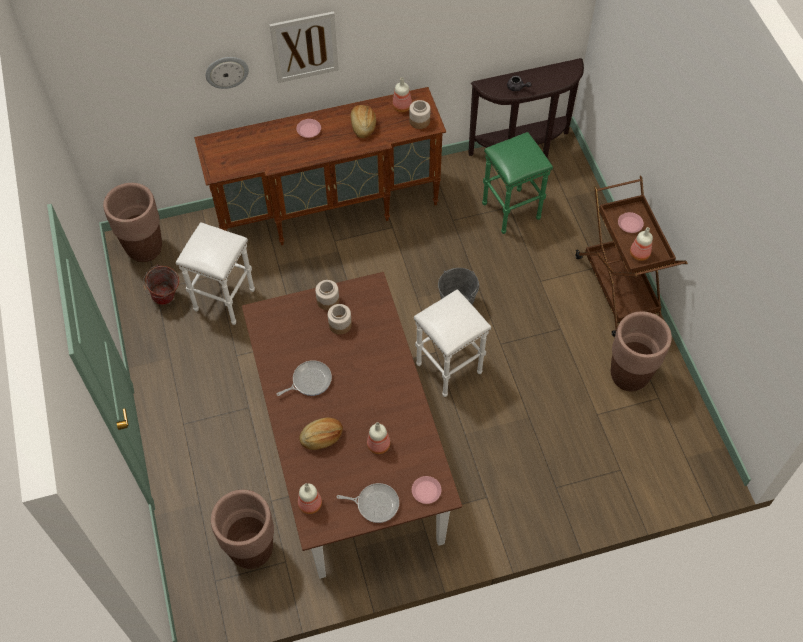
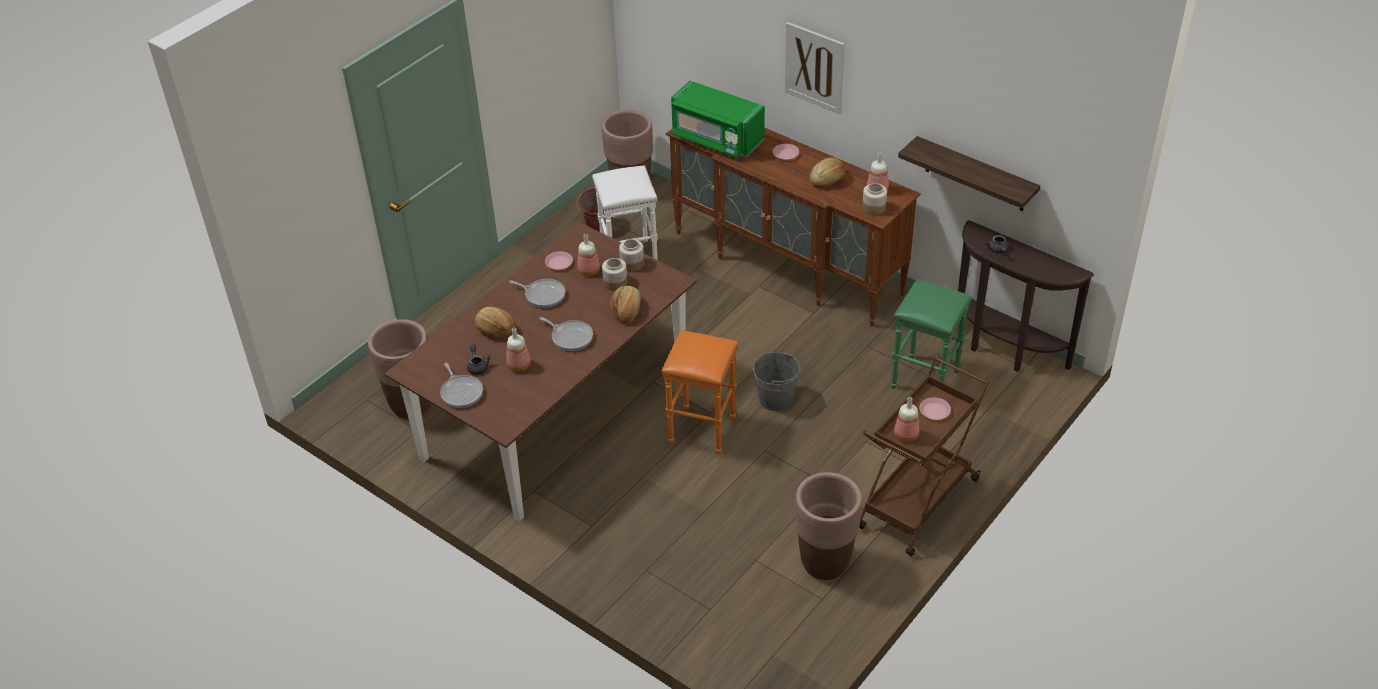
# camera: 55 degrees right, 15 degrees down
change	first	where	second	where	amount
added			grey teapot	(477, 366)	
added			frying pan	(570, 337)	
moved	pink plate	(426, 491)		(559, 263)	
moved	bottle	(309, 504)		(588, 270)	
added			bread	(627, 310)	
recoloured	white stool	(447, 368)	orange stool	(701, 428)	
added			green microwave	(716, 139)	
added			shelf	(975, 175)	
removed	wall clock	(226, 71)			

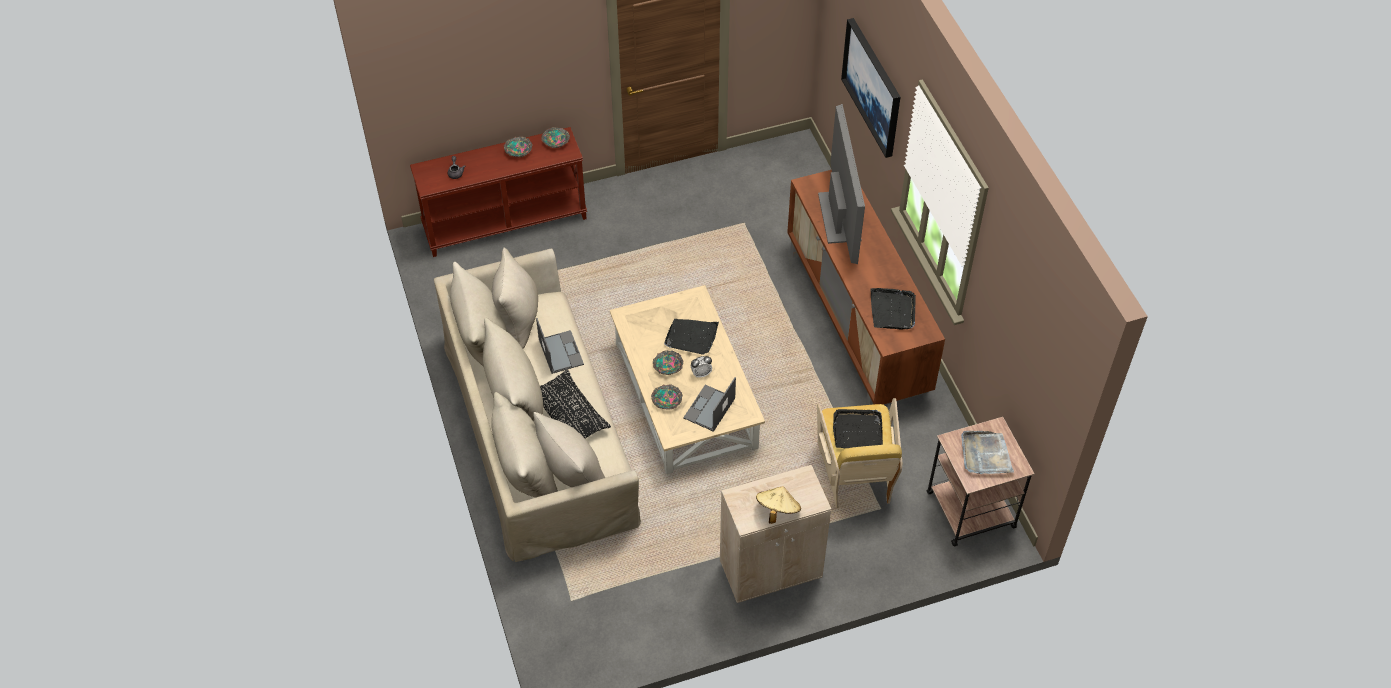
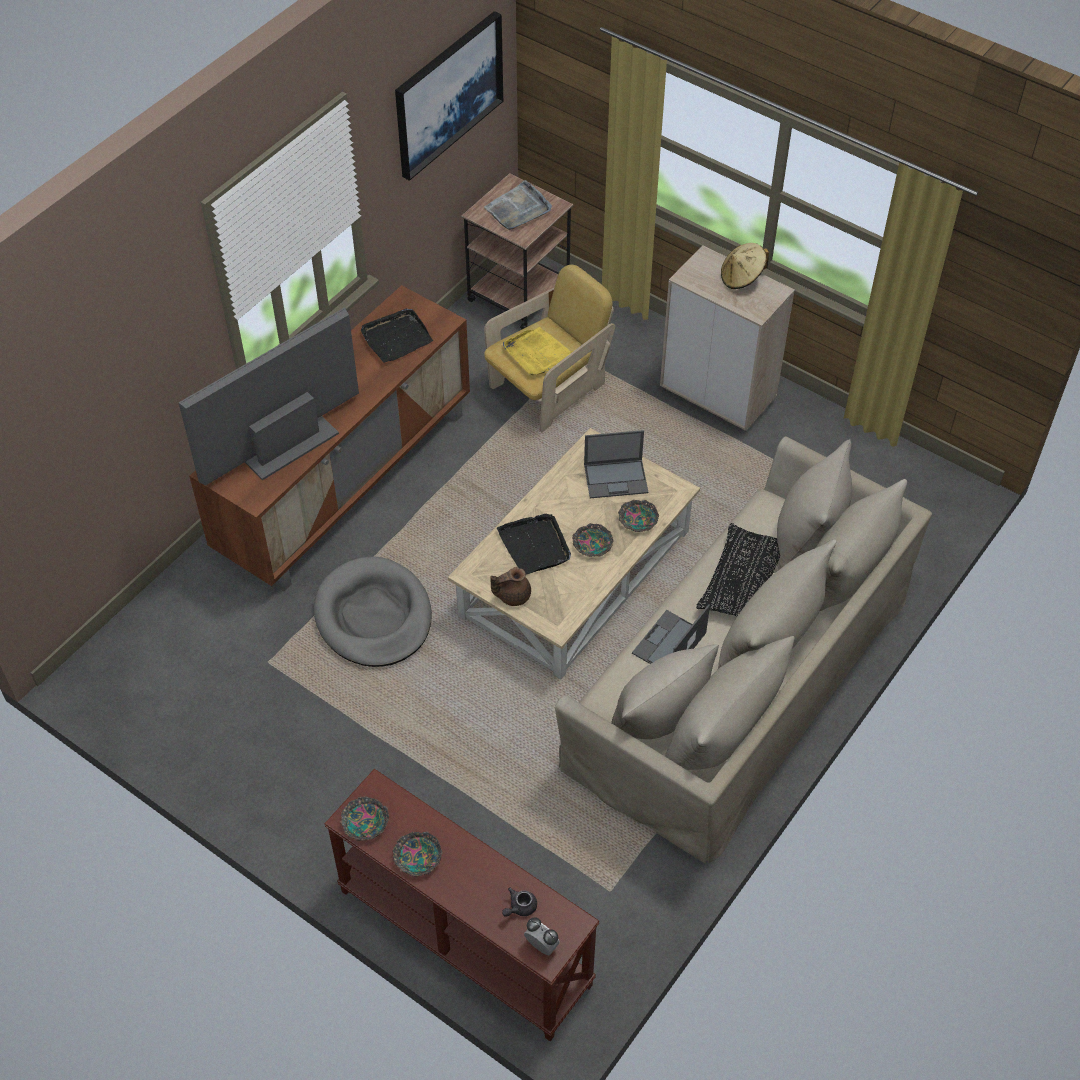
# camera: 125 degrees left, 0 degrees up
change	first	where	second	where	amount
added			grey dog bed	(373, 616)	
moved	picture	(873, 87)		(448, 94)	
added			brown teapot	(512, 595)	
recoloured	black tray	(857, 430)	yellow tray	(537, 353)	
moved	alarm clock	(701, 373)		(541, 945)	

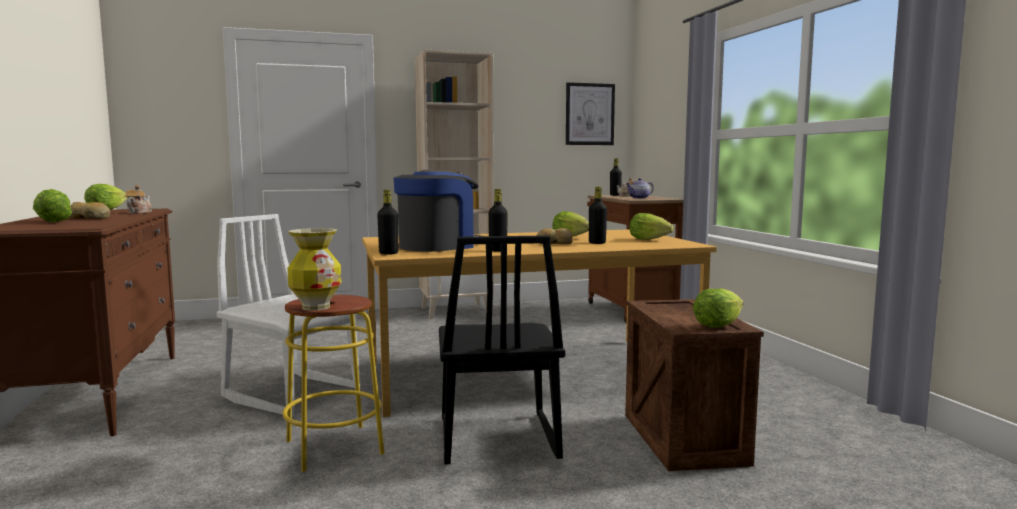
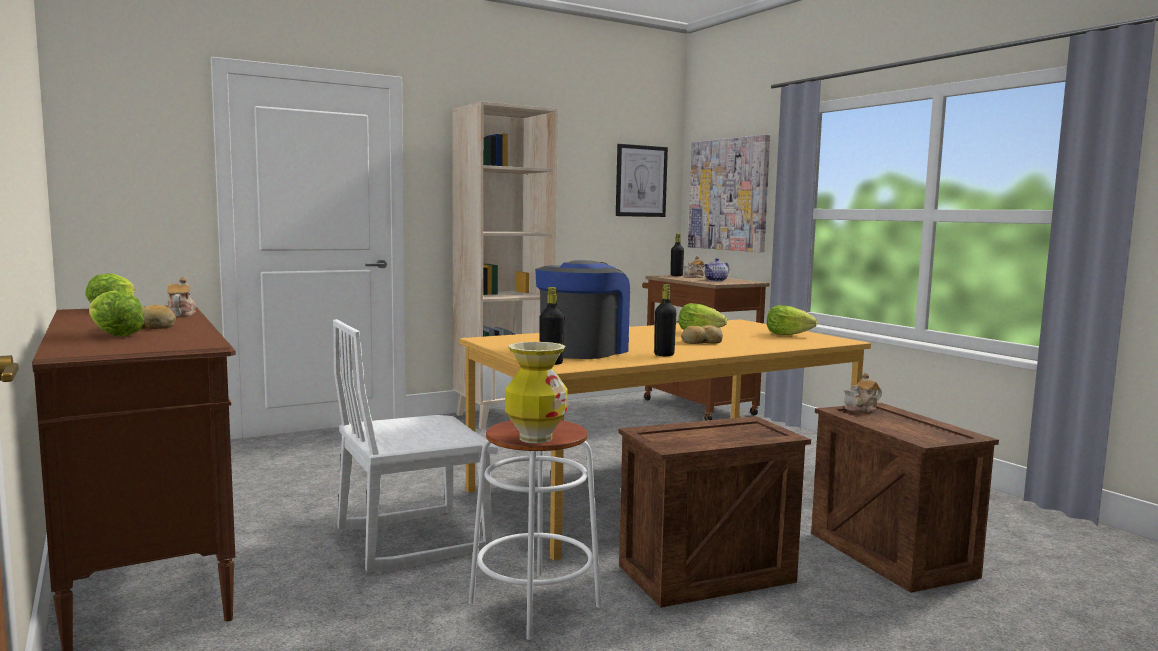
# camera: 15 degrees left, 0 degrees up
change	first	where	second	where	amount
turned	white chair	(293, 393)		(412, 540)	45 degrees counterclockwise
recoloured	yellow stool	(334, 447)	white stool	(534, 604)	
replaced	black chair	(495, 439)	crate	(706, 575)	
added			picture	(729, 194)	
added			teapot	(862, 409)	
removed	black bottle	(597, 243)			
removed	lettuce	(717, 325)			

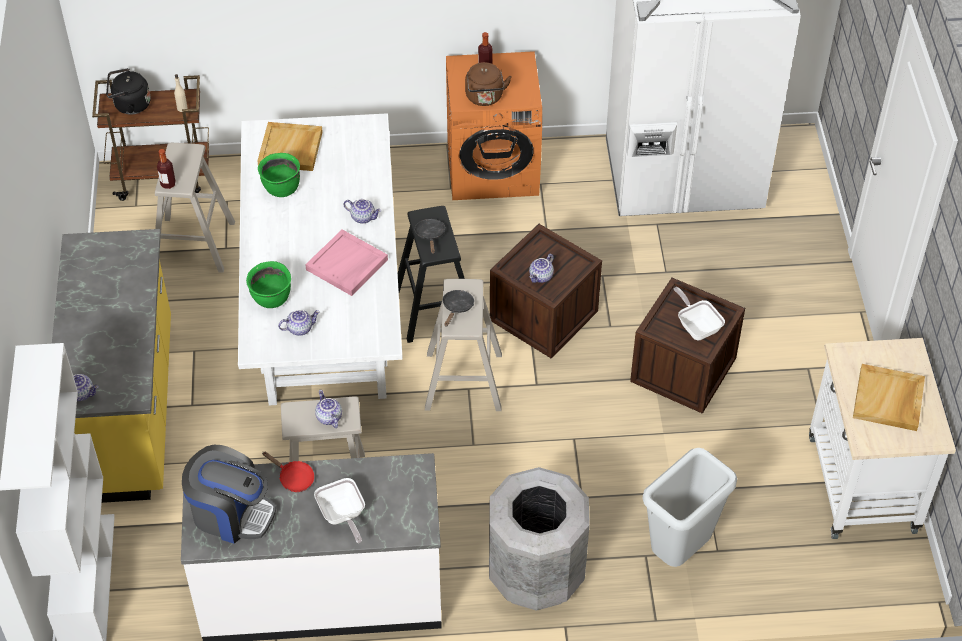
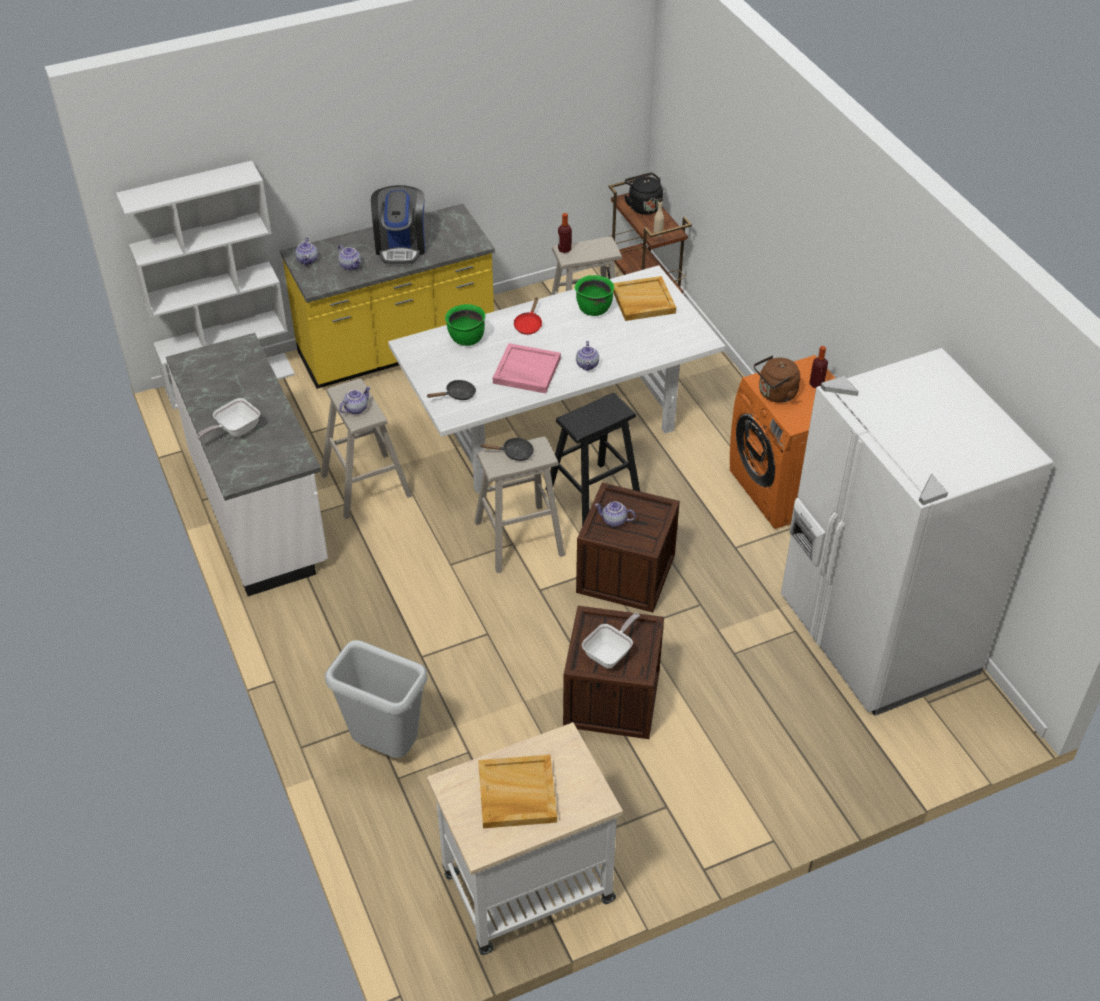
# camera: 70 degrees right, 5 degrees down
change	first	where	second	where	amount
moved	teapot	(300, 328)		(351, 265)	
moved	coffee machine	(231, 513)		(401, 246)	
moved	black frying pan	(430, 235)		(457, 395)	
moved	red frying pan	(293, 478)		(528, 325)	
removed	grey trash can	(536, 573)			

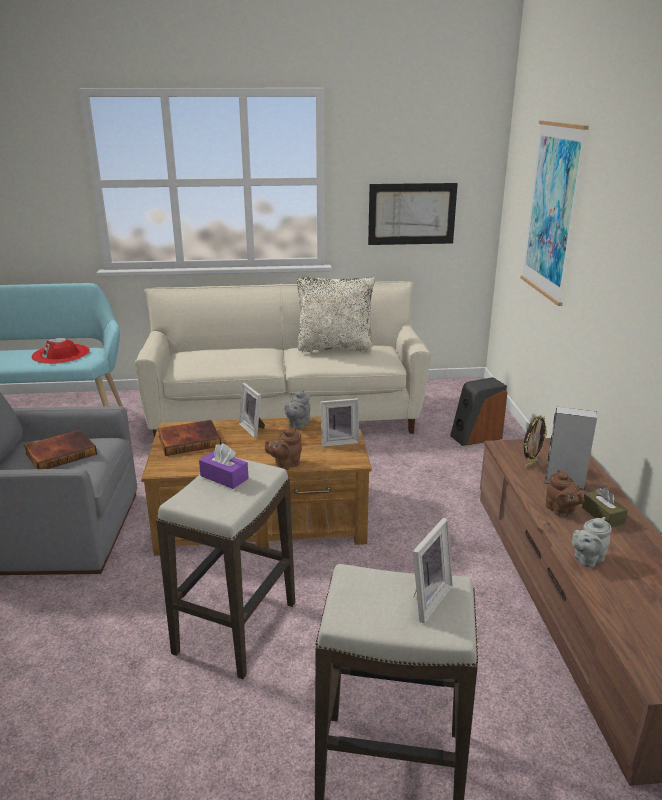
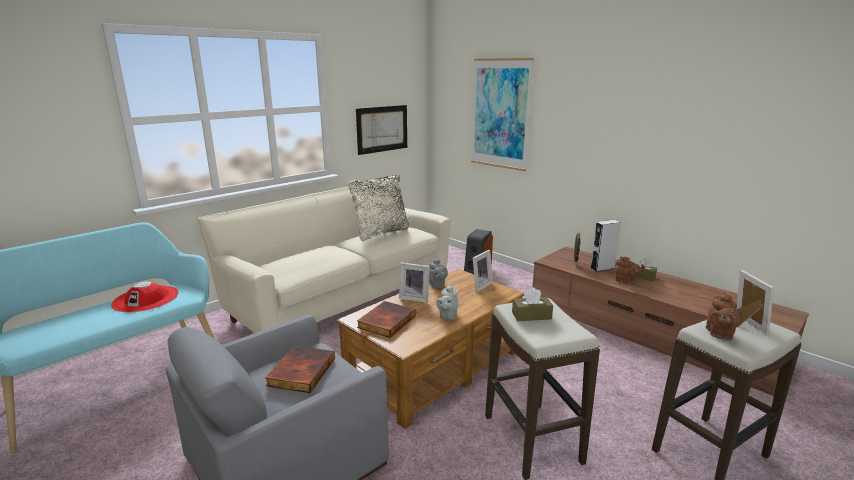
# camera: 40 degrees left, 5 degrees down
change	first	where	second	where	amount
moved	grey teapot	(586, 559)		(447, 316)	
recoloured	purple tissue box	(224, 477)	brown tissue box	(531, 315)	
moved	brown teapot	(285, 465)		(719, 334)	

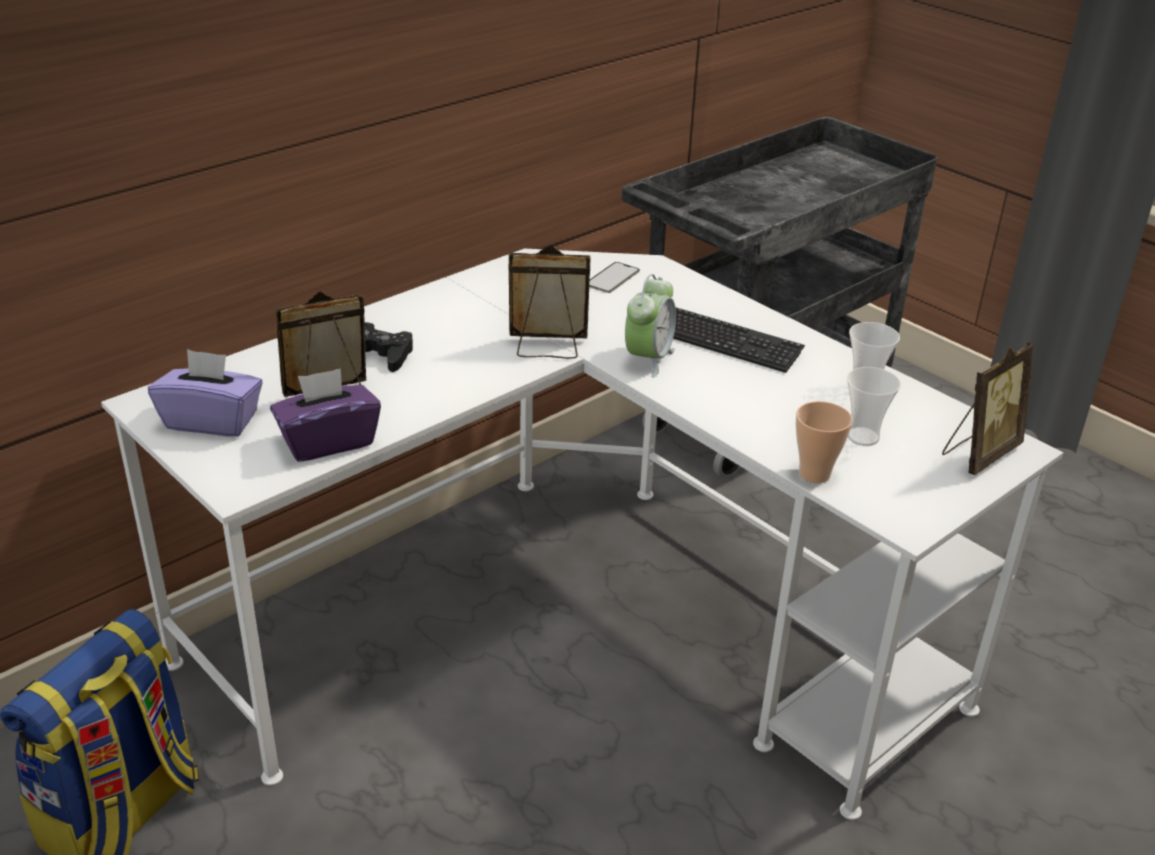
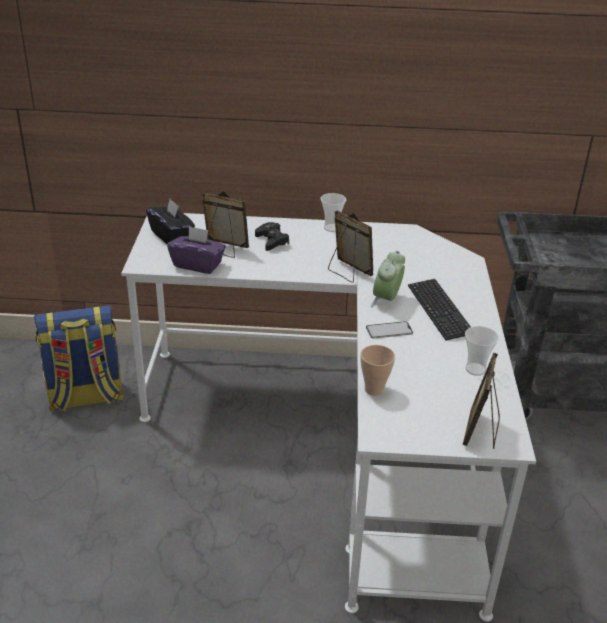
# camera: 45 degrees right, 0 degrees up
change	first	where	second	where	amount
recoloured	purple tissue box	(212, 421)	black tissue box	(171, 236)	
moved	cup	(863, 437)		(331, 228)	
moved	phone	(612, 278)		(389, 330)	
turned	alarm clock	(648, 359)		(386, 300)	135 degrees clockwise
turned	picture frame	(978, 453)		(481, 432)	105 degrees clockwise

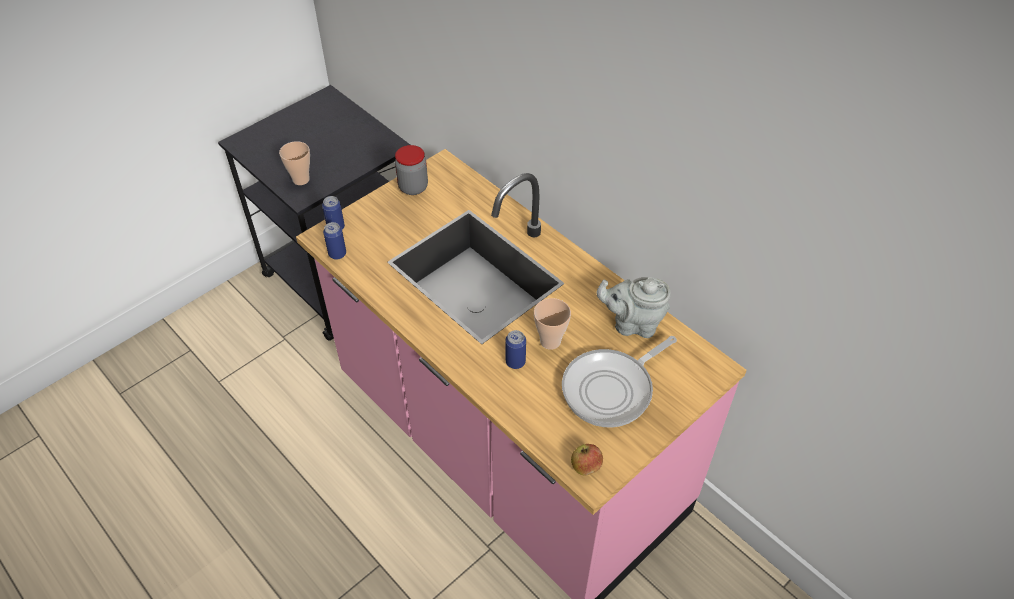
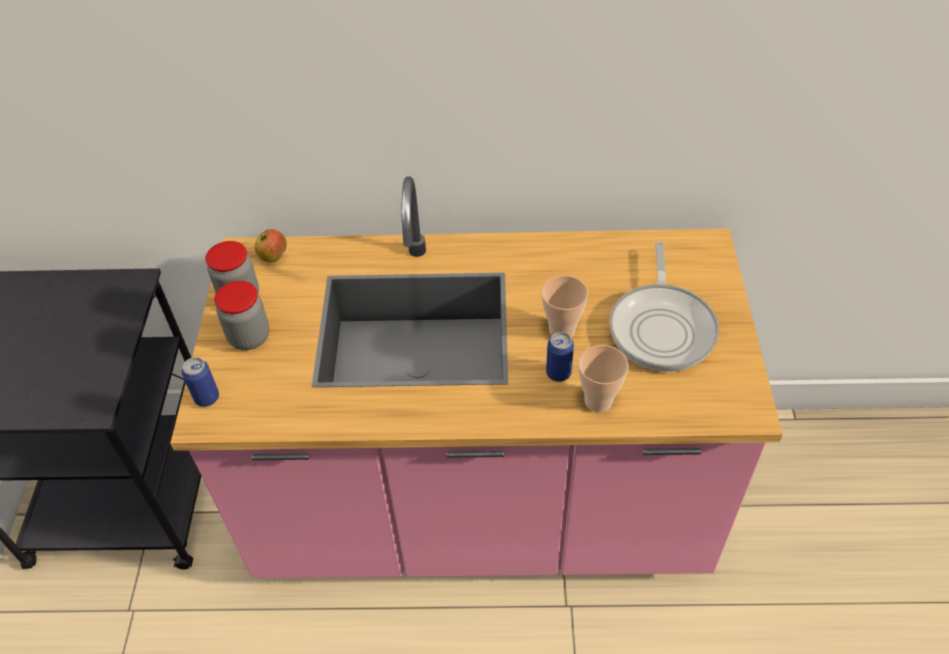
# camera: 45 degrees left, 0 degrees up
change	first	where	second	where	amount
added			jar	(249, 337)	
moved	apple	(585, 467)		(273, 256)	
moved	cup	(301, 179)		(598, 401)	
removed	can	(337, 254)			
removed	grey teapot	(632, 324)			

